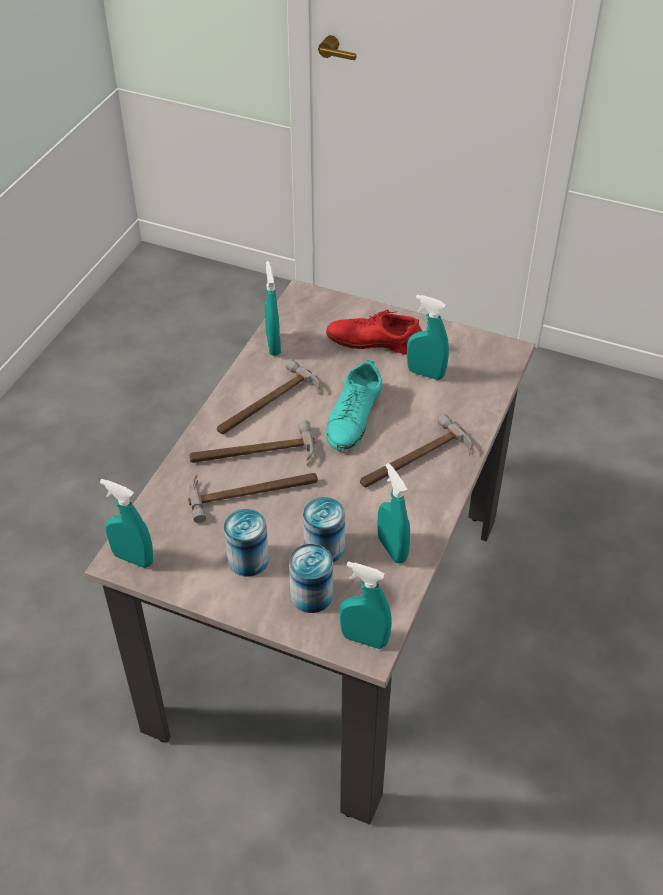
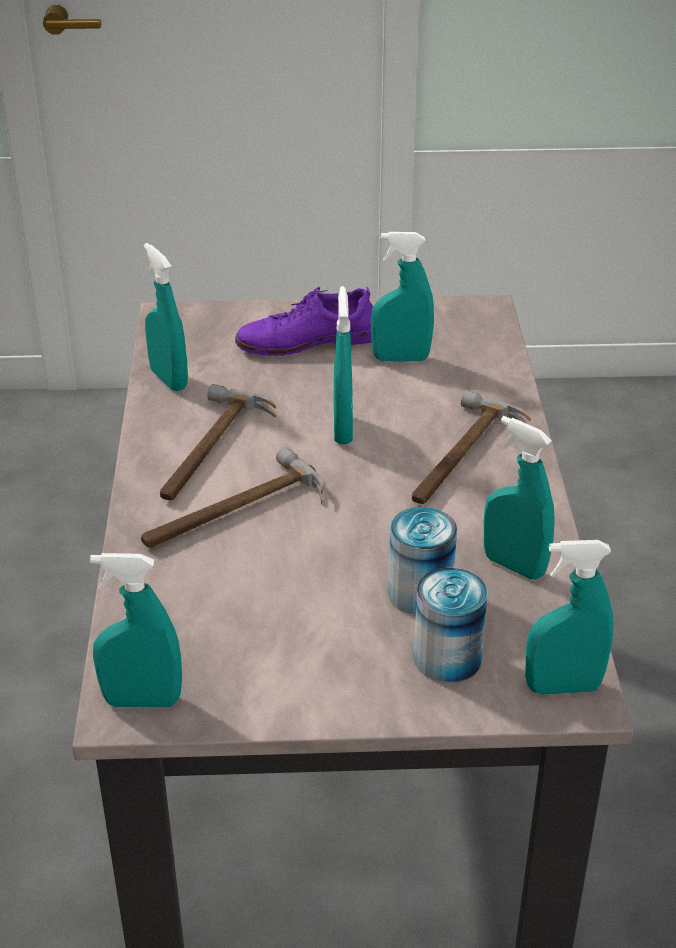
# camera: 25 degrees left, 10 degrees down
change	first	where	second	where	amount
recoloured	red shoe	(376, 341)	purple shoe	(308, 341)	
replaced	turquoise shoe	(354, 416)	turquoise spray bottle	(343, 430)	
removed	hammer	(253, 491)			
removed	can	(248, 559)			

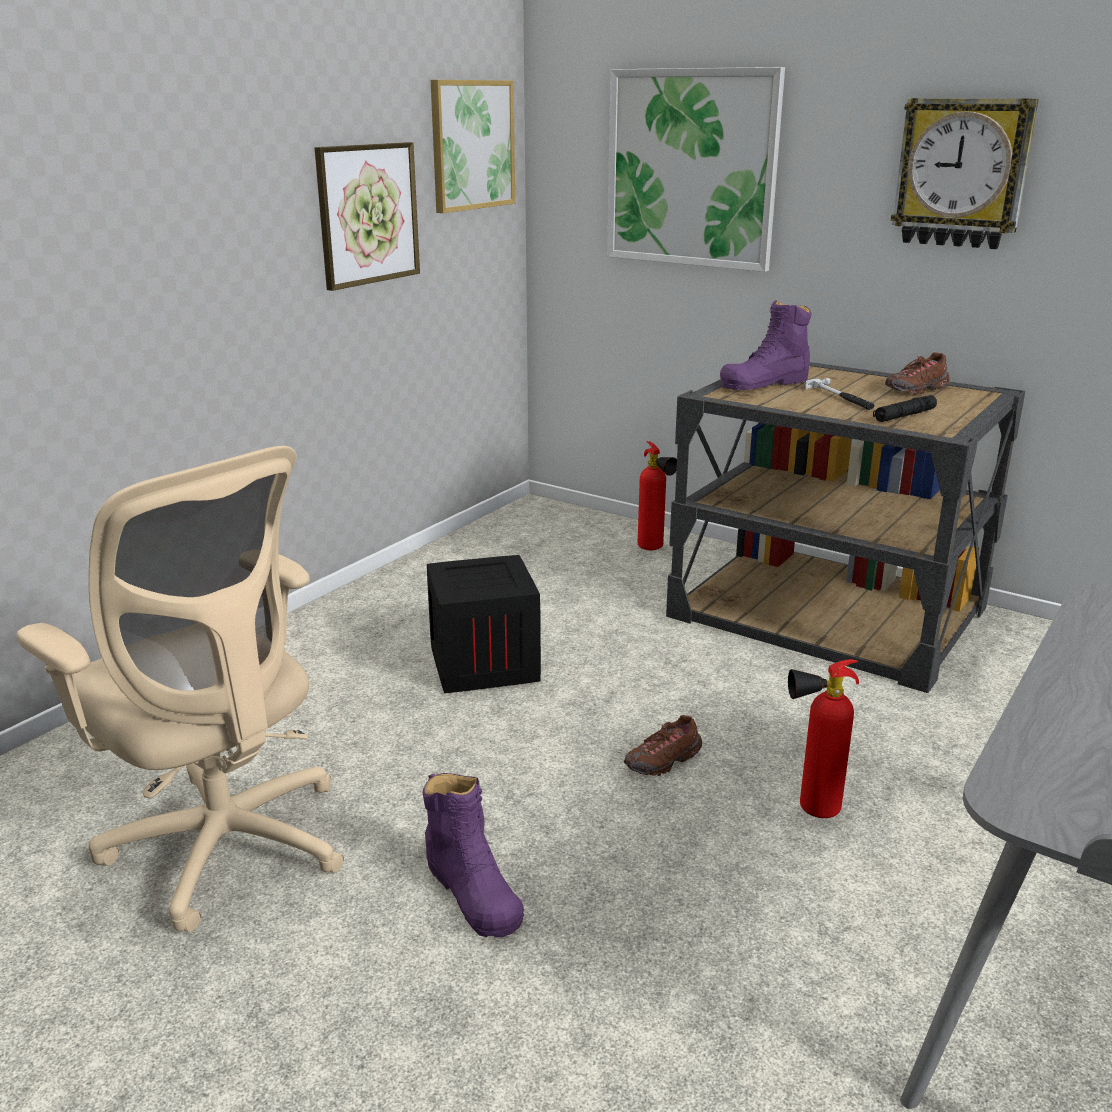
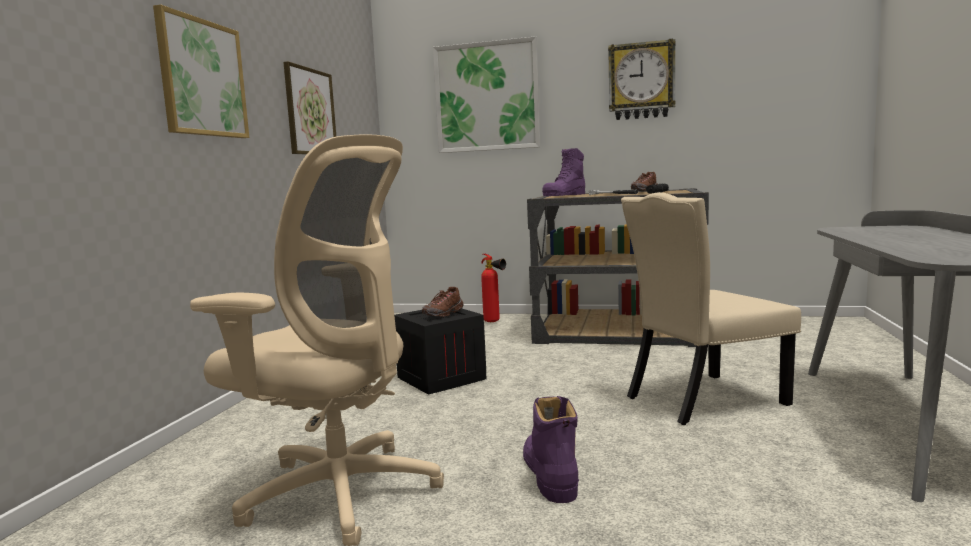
# camera: 20 degrees left, 15 degrees down
change	first	where	second	where	amount
moved	picture	(472, 145)		(202, 78)	
moved	brown shoe	(663, 761)		(443, 314)	
turned	purple boot	(473, 892)		(549, 475)	135 degrees counterclockwise
replaced	fire extinguisher	(809, 811)	beige chair	(706, 399)	

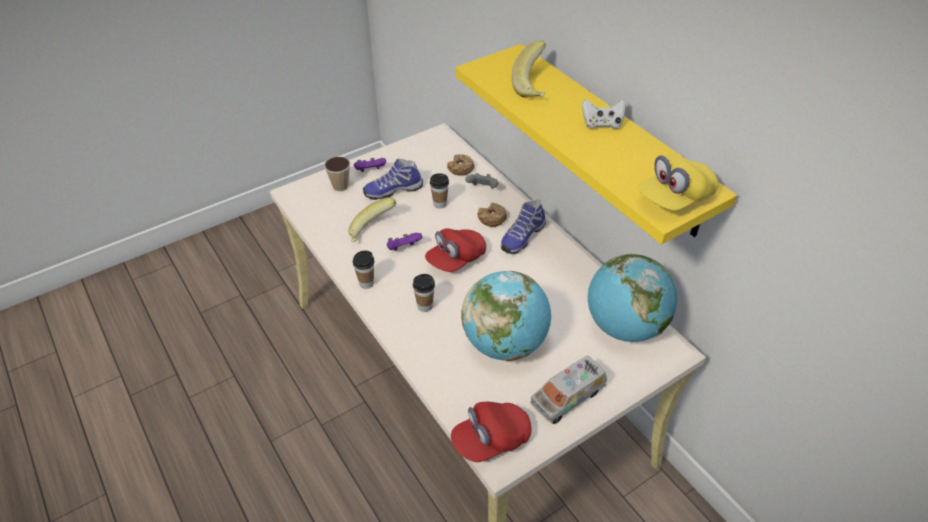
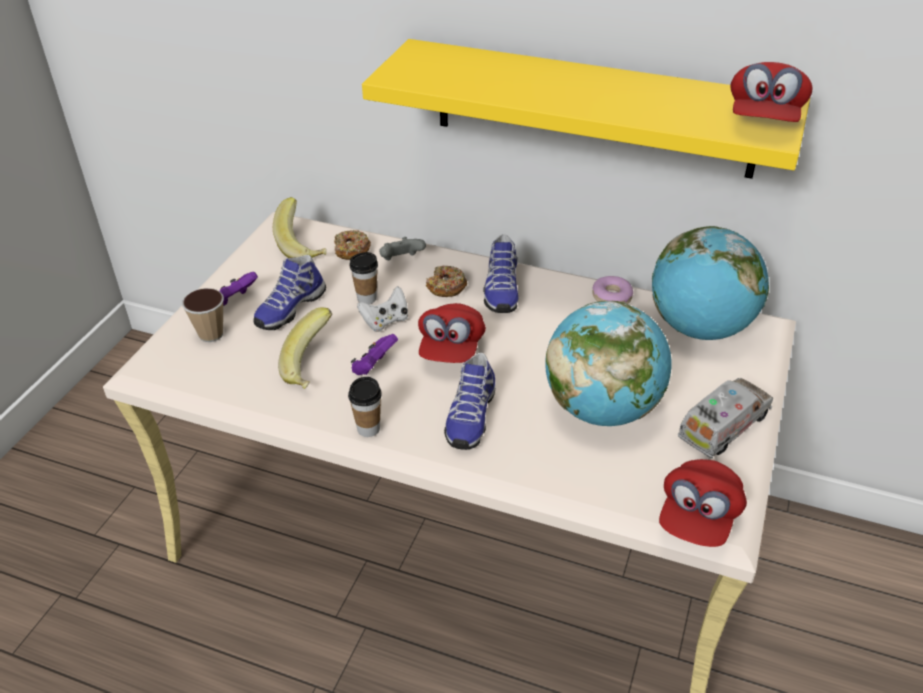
# camera: 35 degrees left, 5 degrees down
change	first	where	second	where	amount
moved	banana	(535, 86)		(304, 247)	
moved	white game controller	(602, 124)		(386, 321)	
replaced	cup	(425, 306)	shoe	(469, 417)	
added			donut	(611, 297)	
turned	toy truck	(567, 397)		(723, 426)	150 degrees counterclockwise
recoloured	yellow cap	(674, 198)	red cap	(764, 119)	

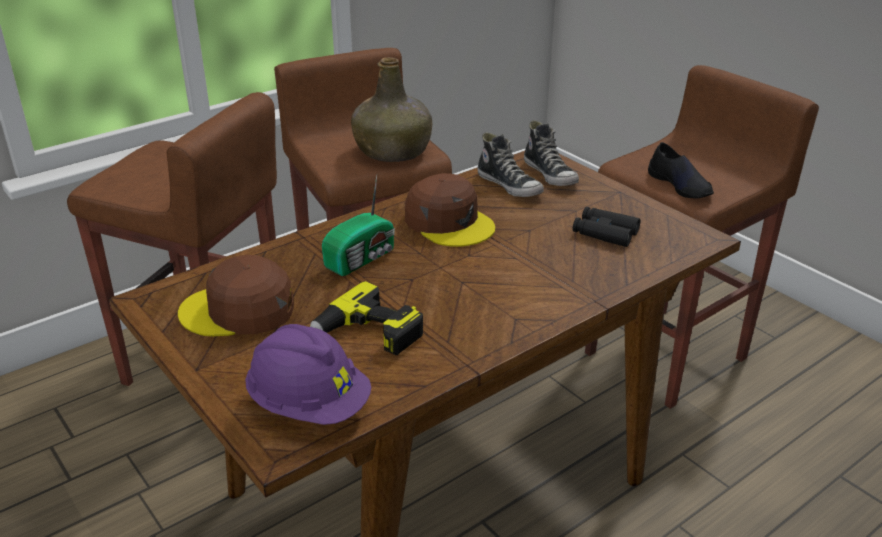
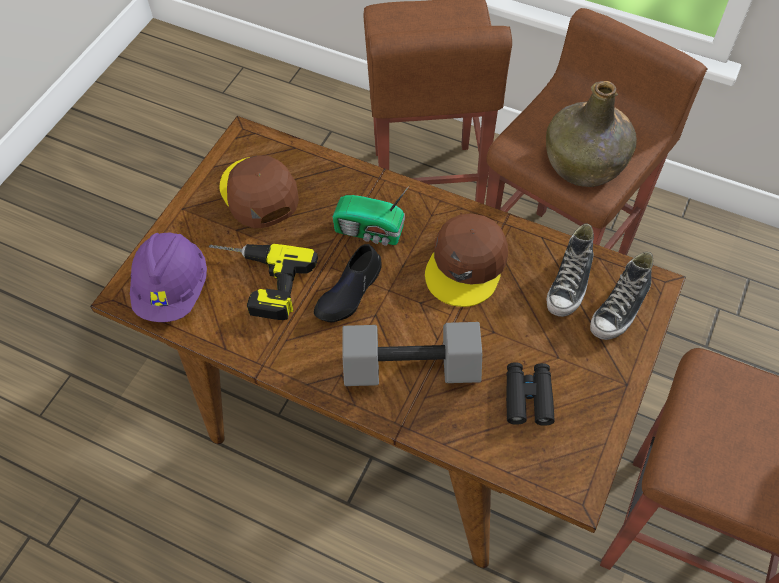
# camera: 65 degrees right, 25 degrees up
change	first	where	second	where	amount
moved	black shoe	(680, 185)		(349, 292)	
added			grey dumbbell	(410, 370)	

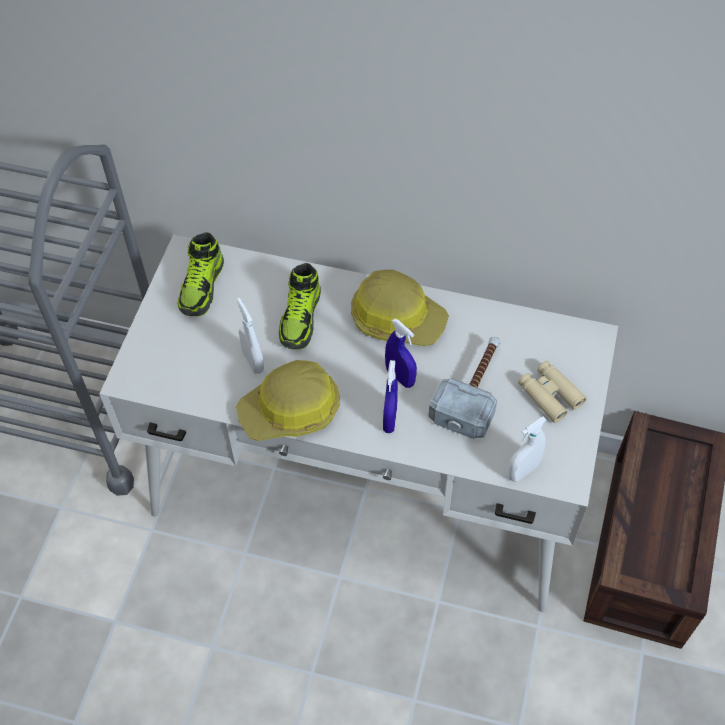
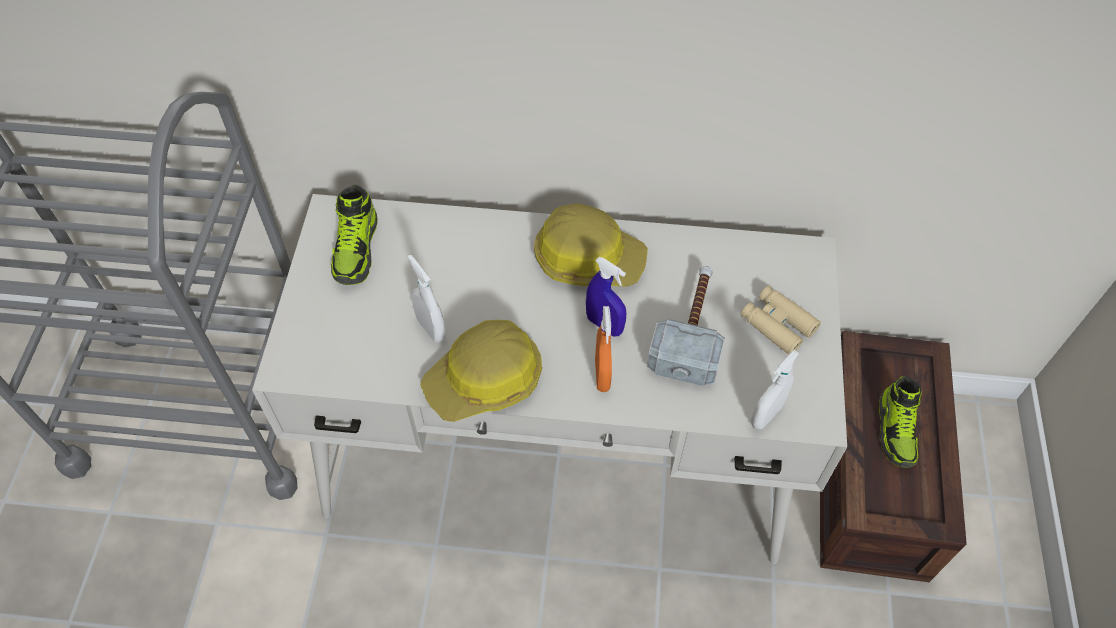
# camera: 10 degrees left, 0 degrees up
change	first	where	second	where	amount
recoloured	blue spray bottle	(390, 419)	orange spray bottle	(602, 375)	
moved	shoe	(301, 318)		(896, 430)	

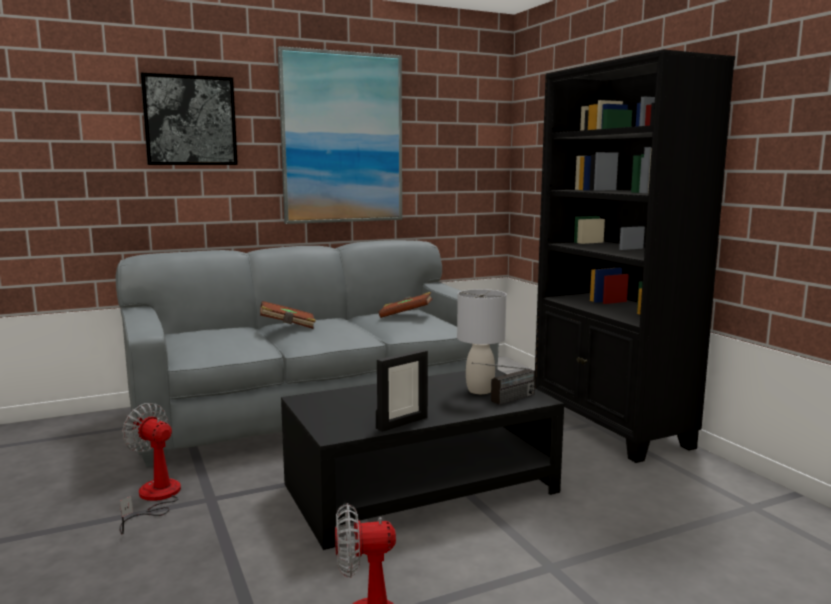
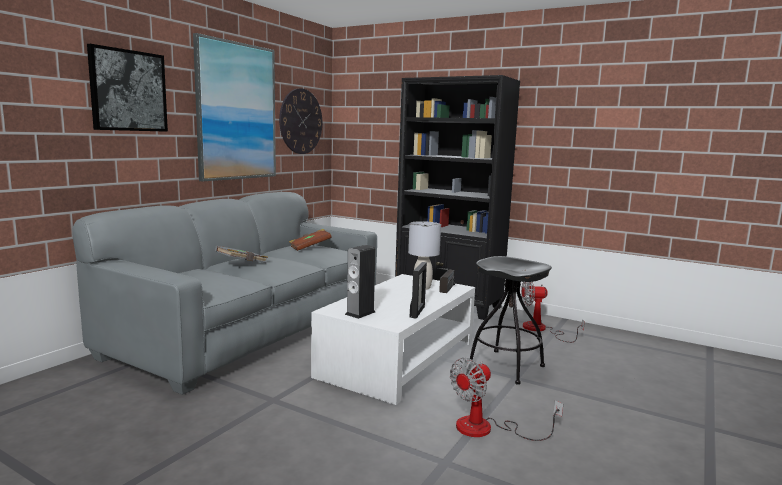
# camera: 35 degrees left, 0 degrees up
change	first	where	second	where	amount
recoloured	brown book	(288, 326)	grey book	(242, 263)	
added			wall clock	(301, 121)	
recoloured	black coffee table	(420, 489)	white coffee table	(398, 359)	
added			speaker	(360, 313)	
added			black stool	(506, 366)	
moved	fan	(154, 498)		(541, 330)	

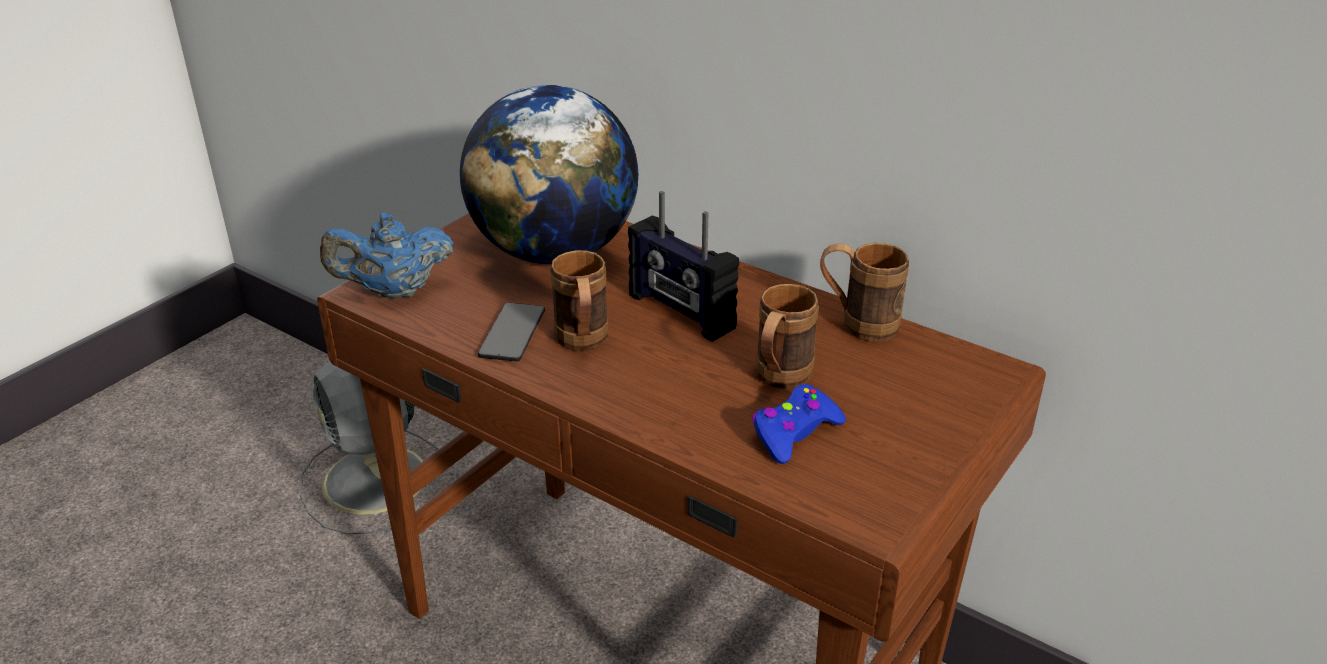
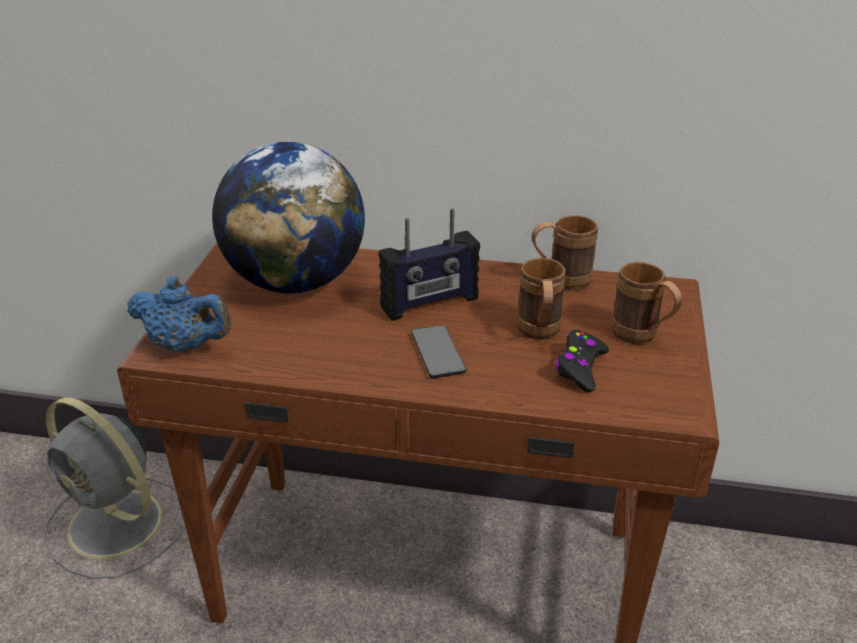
# camera: 25 degrees left, 0 degrees up
change	first	where	second	where	amount
turned	blue teapot	(394, 291)		(186, 346)	120 degrees counterclockwise
turned	radio	(680, 312)		(430, 303)	45 degrees counterclockwise
moved	phone	(512, 333)		(437, 353)	
recoloured	blue game controller	(794, 432)	black game controller	(580, 367)	
moved	brown mug	(582, 344)		(642, 337)	

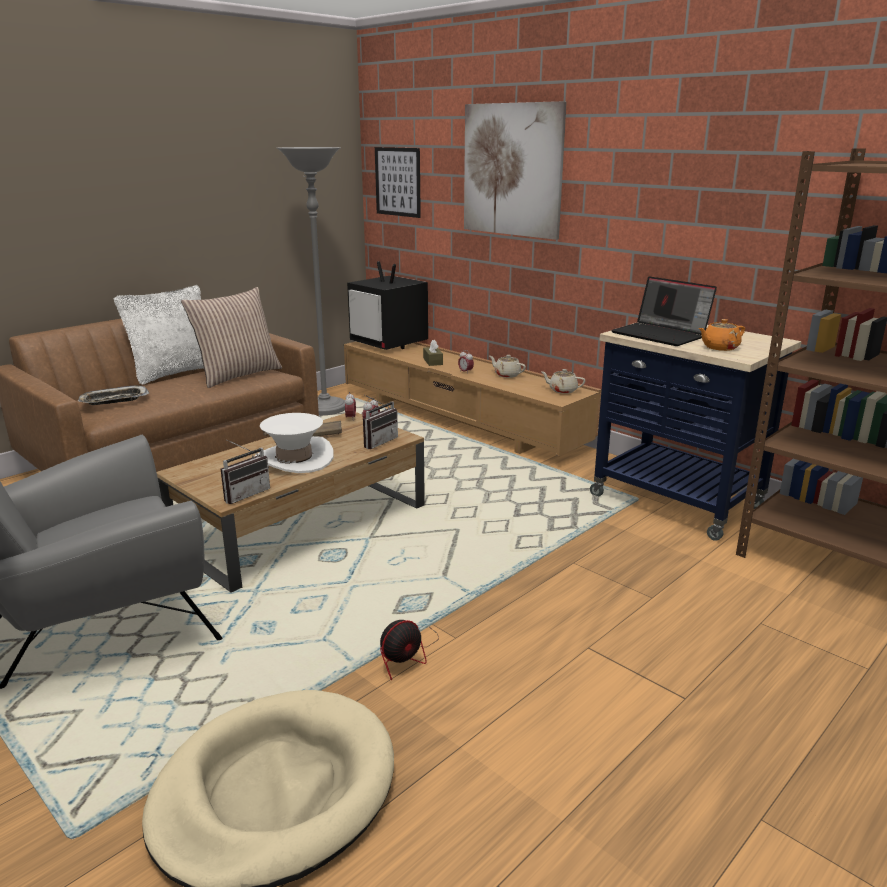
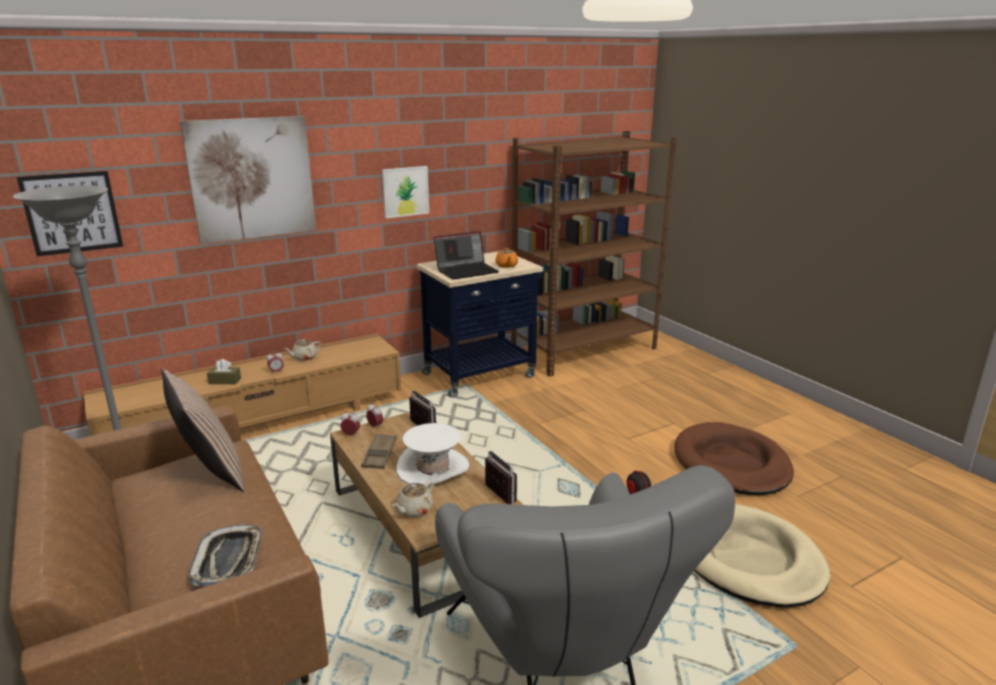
# camera: 75 degrees left, 0 degrees up
change	first	where	second	where	amount
added			picture	(405, 191)	
moved	beige teapot	(562, 390)		(414, 510)	
added			brown dog bed	(731, 464)	
removed	white pillow	(176, 373)			
removed	television	(389, 344)			

